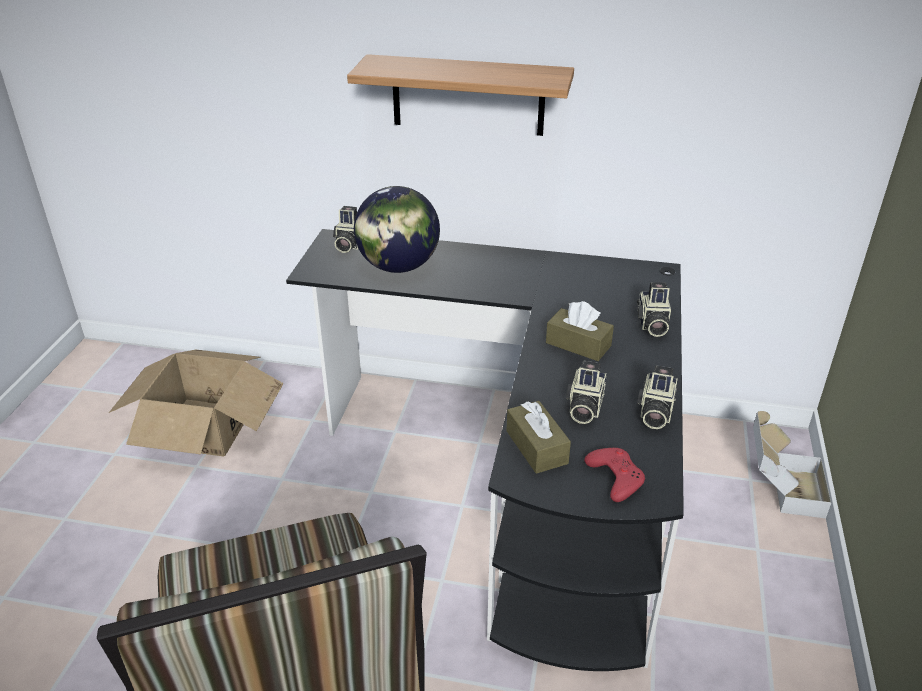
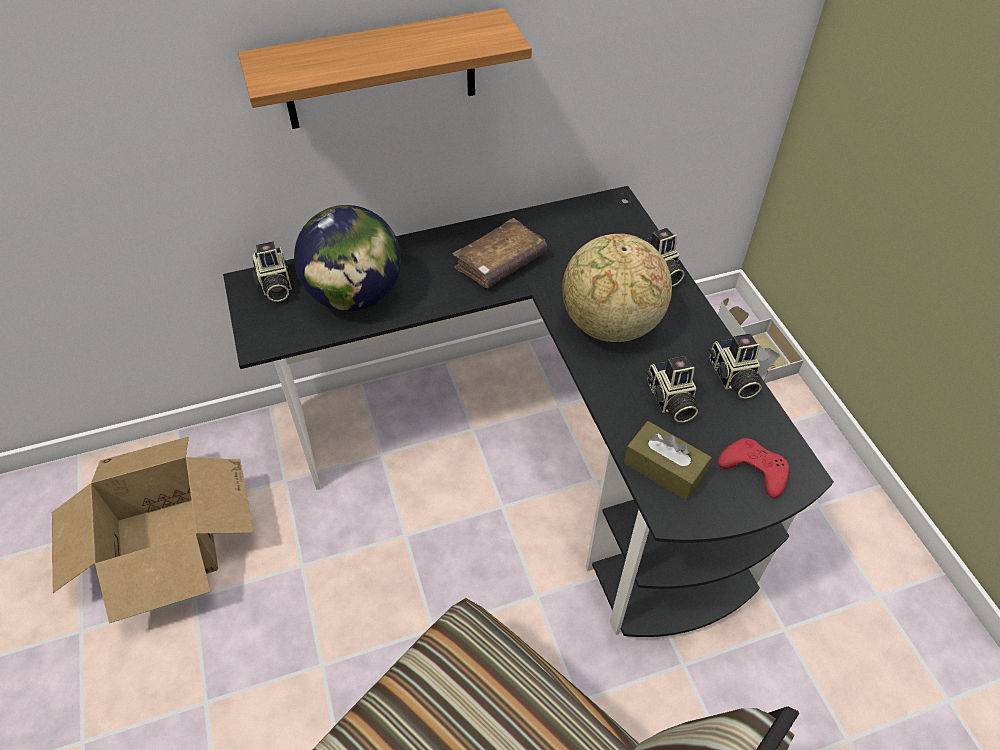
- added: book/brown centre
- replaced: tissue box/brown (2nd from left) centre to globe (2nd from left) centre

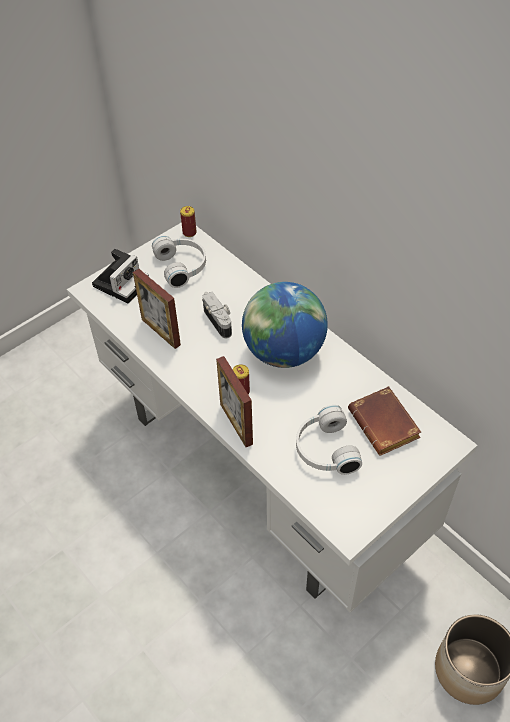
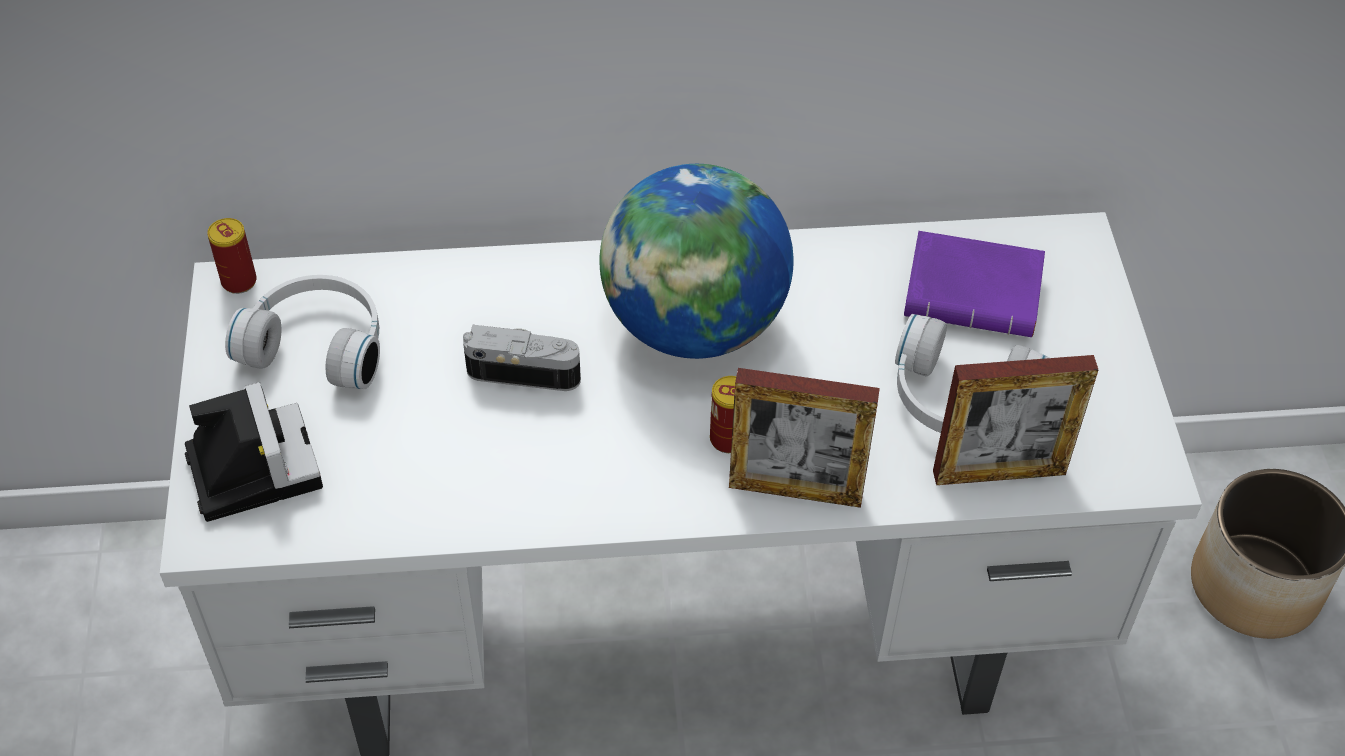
- recoloured: book/brown middle right to book/purple middle right
- moved: picture frame (1st from left in the first image) middle left to picture frame (2nd from left) middle right

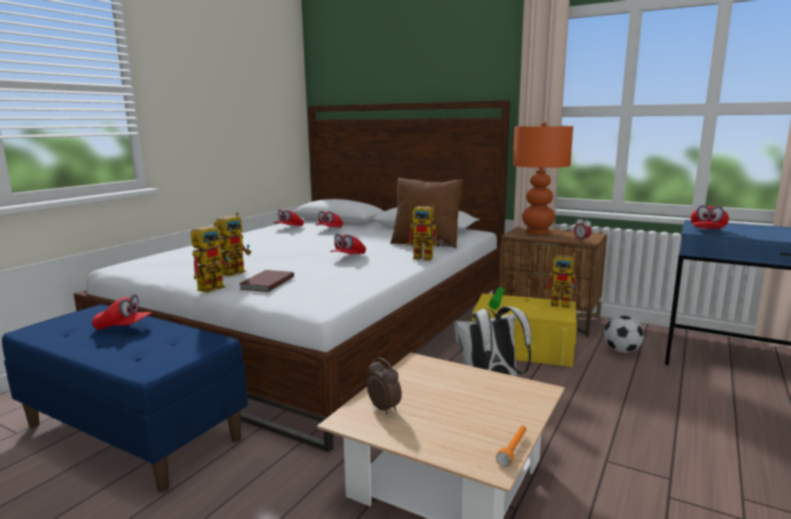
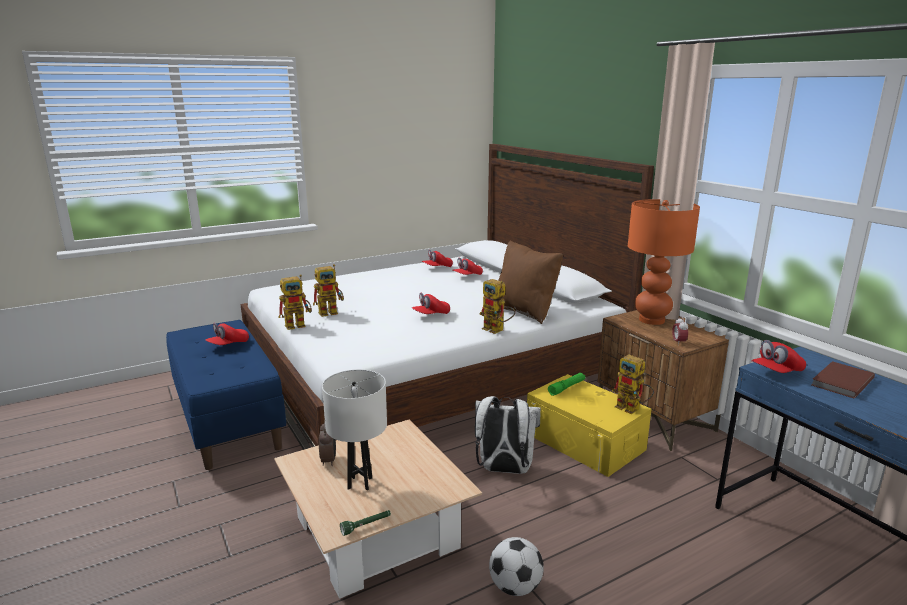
- turned: cap/red (1st from left) middle left = middle left 90 degrees clockwise
- added: table lamp/white bottom centre
- recoloured: flashlight/orange bottom centre to flashlight/green (1st from left) bottom centre
- moved: football middle right to bottom centre
- moved: book/brown centre to middle right

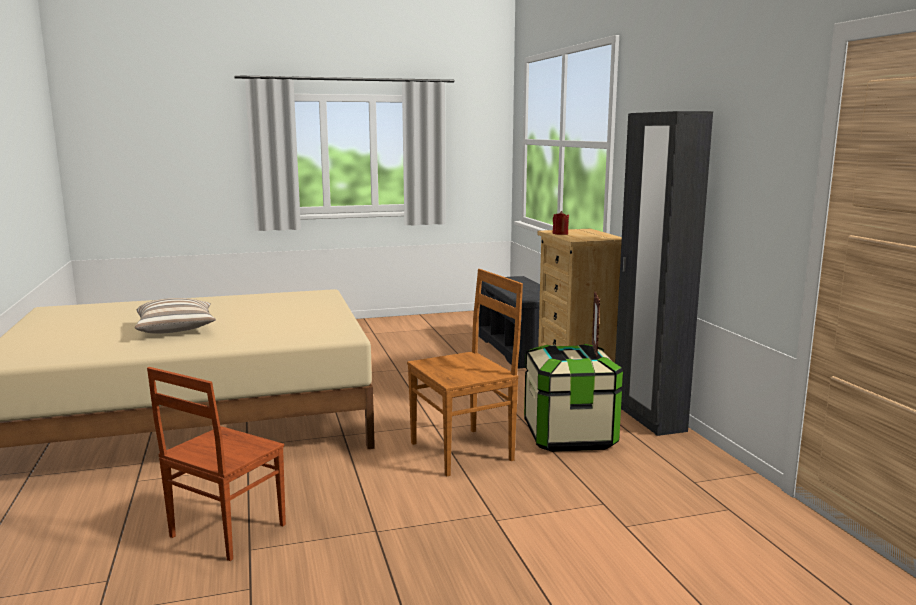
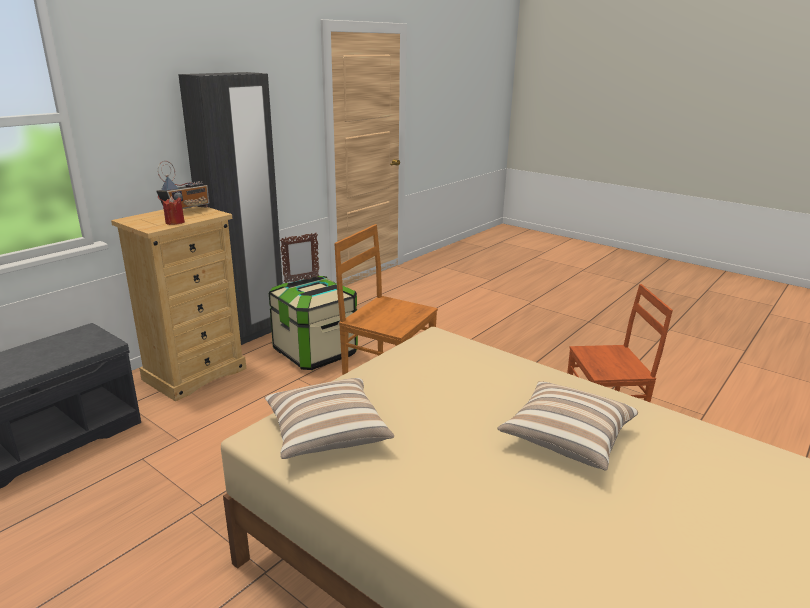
- added: radio top left
- added: pillow (1st from left) bottom centre

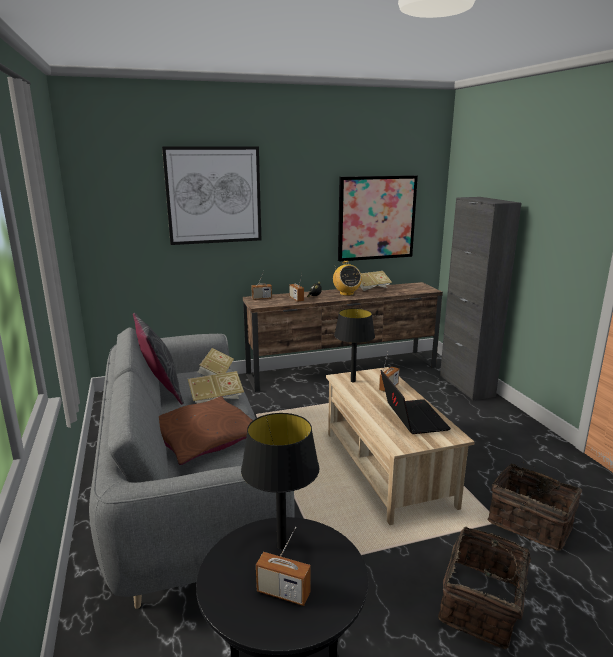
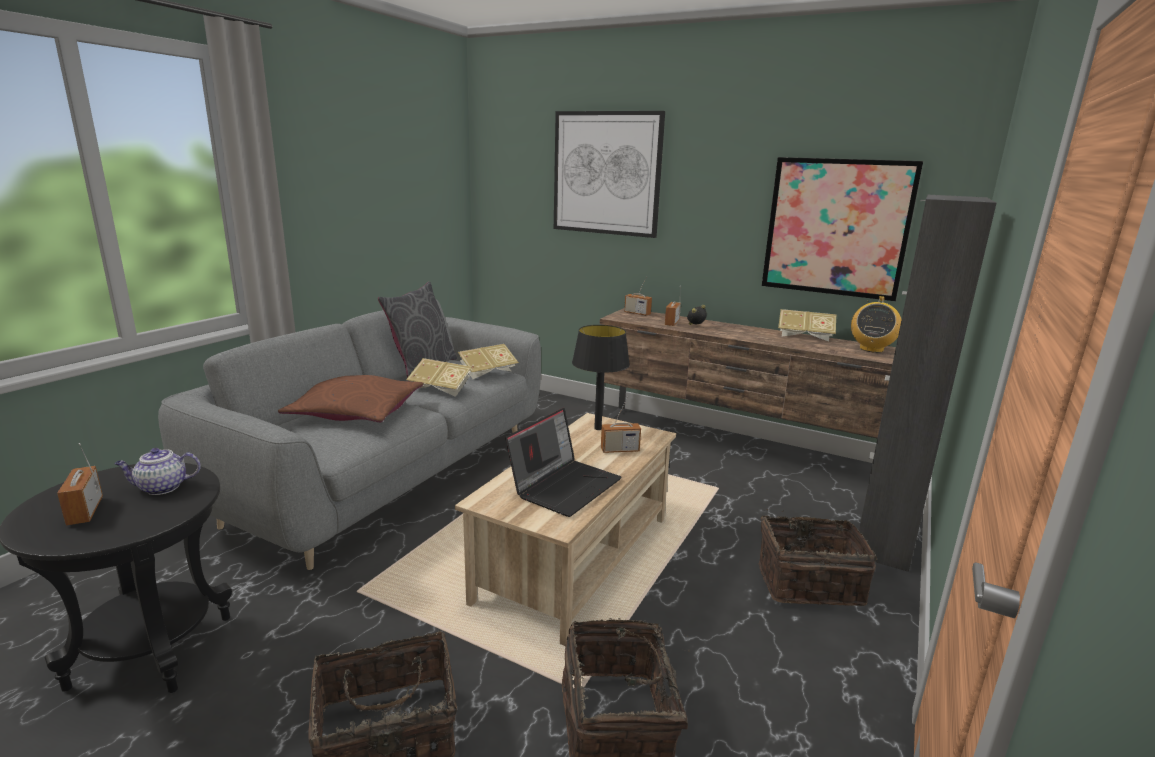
- replaced: table lamp/black (1st from left) bottom centre to teapot middle left
- added: basket (3rd from left) bottom right
- moved: radio (4th from left in the first image) centre to radio (5th from left) middle right

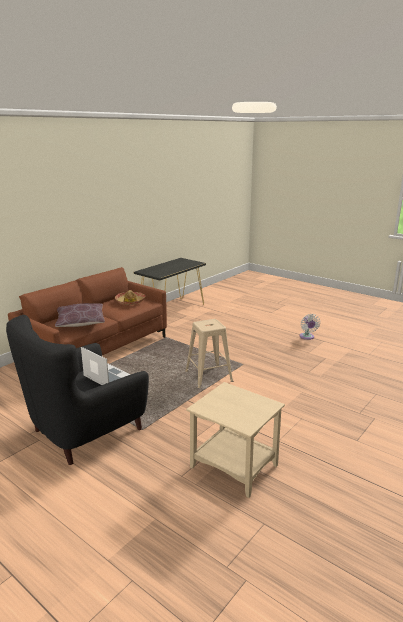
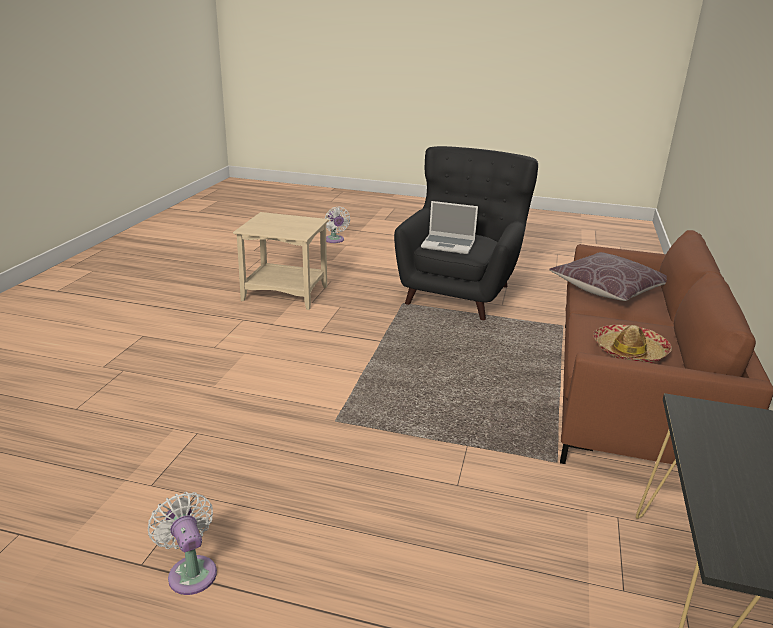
- added: fan/white (2nd from left) centre
- removed: stool/beige centre

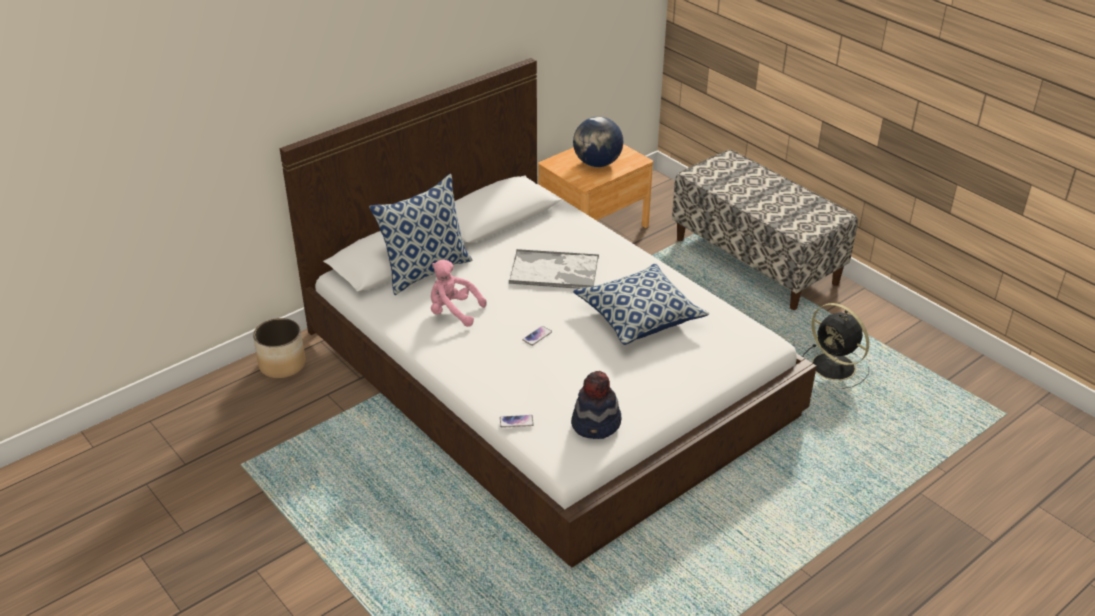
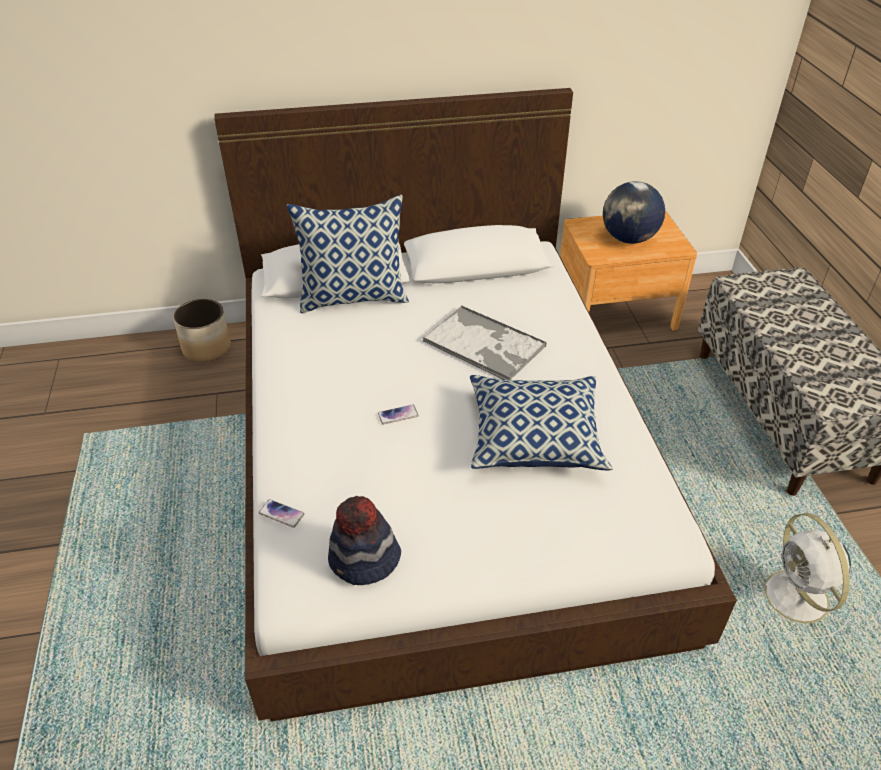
- recoloured: fan/black middle right to fan/white bottom right
- removed: plush toy/pink centre

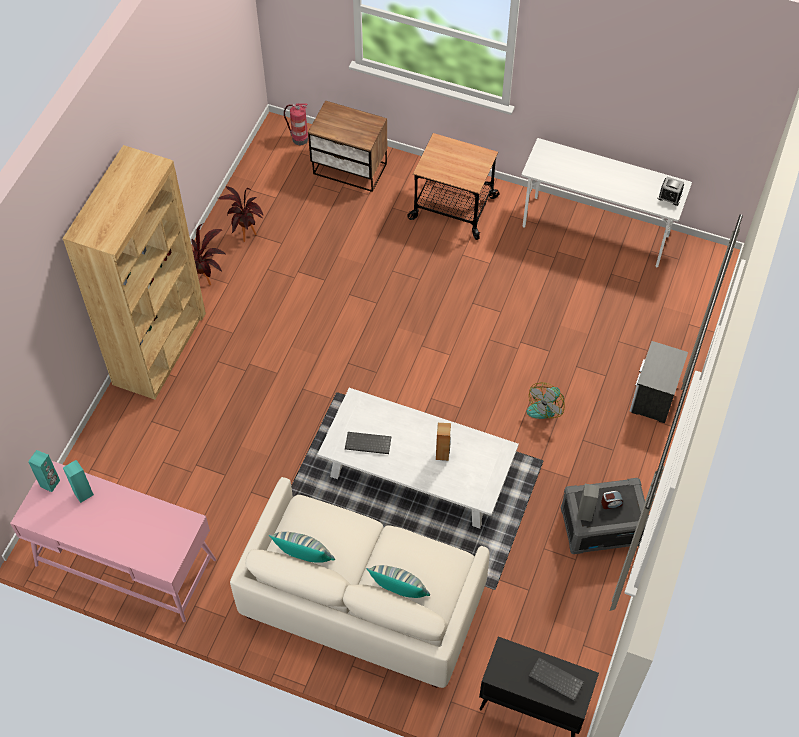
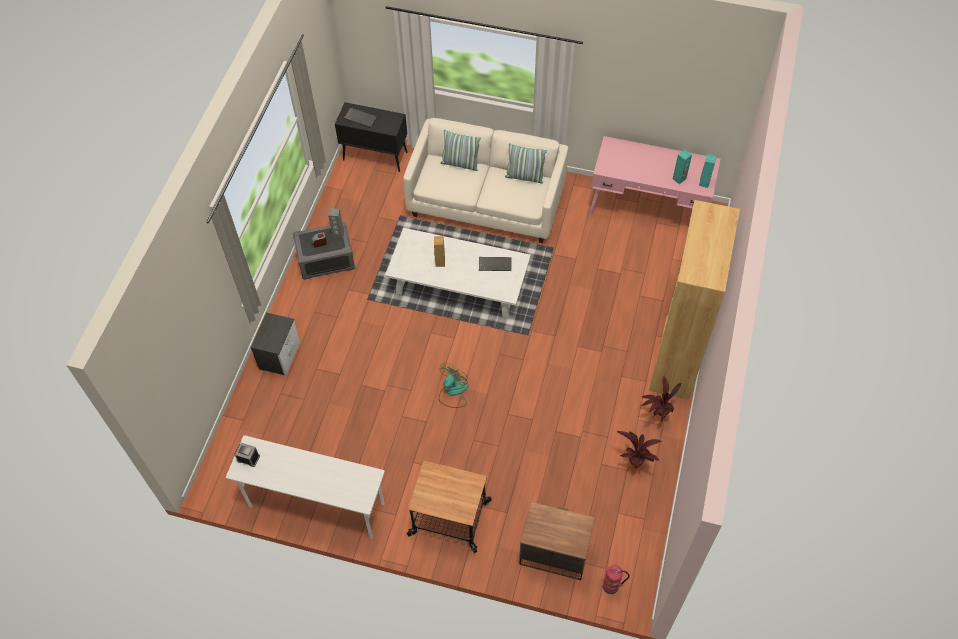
- moved: fan middle right to centre

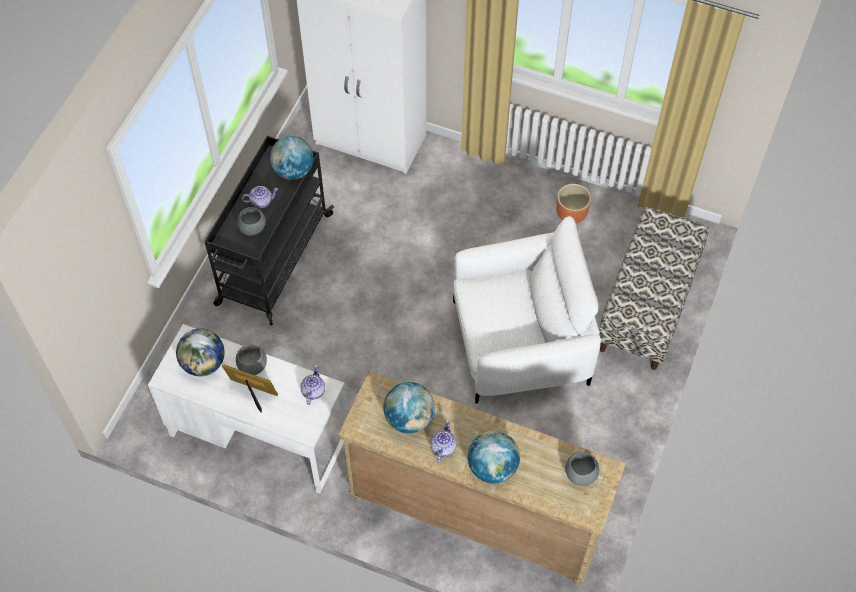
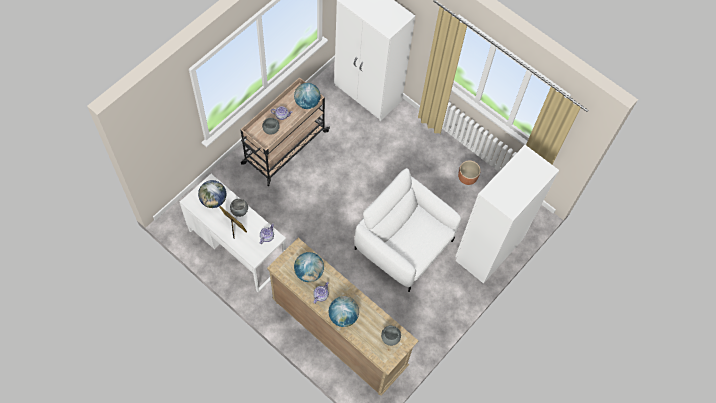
- recoloured: cart/black middle left to cart/beige top centre
- turned: armchair/white centre = centre 150 degrees counterclockwise
- replaced: bench middle right to wardrobe/white (2nd from left) middle right

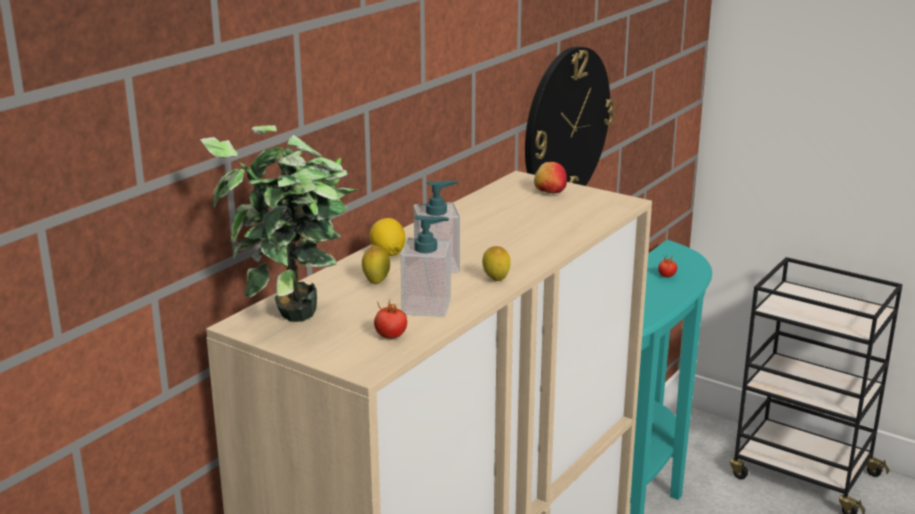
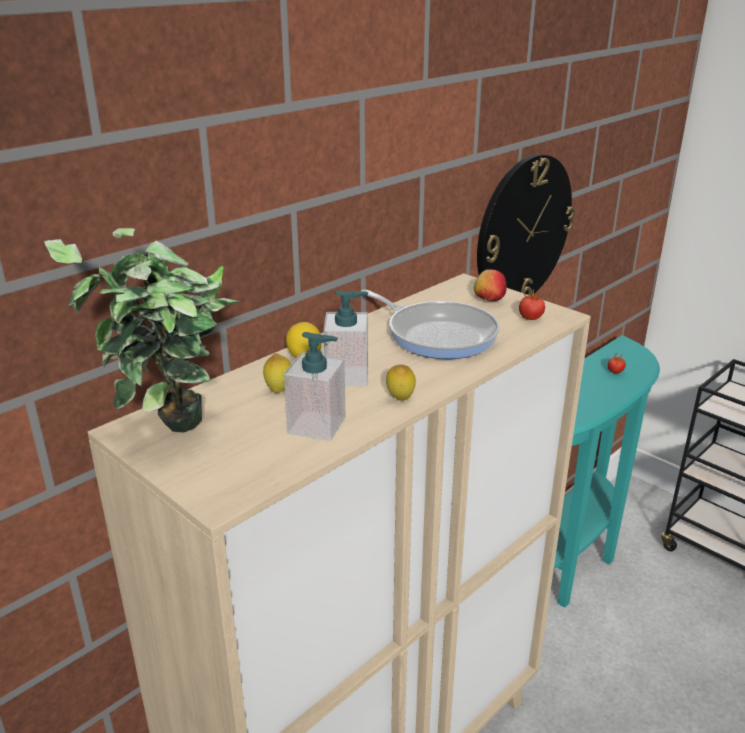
- added: frying pan centre
- moved: tomato (1st from left) centre to middle right

